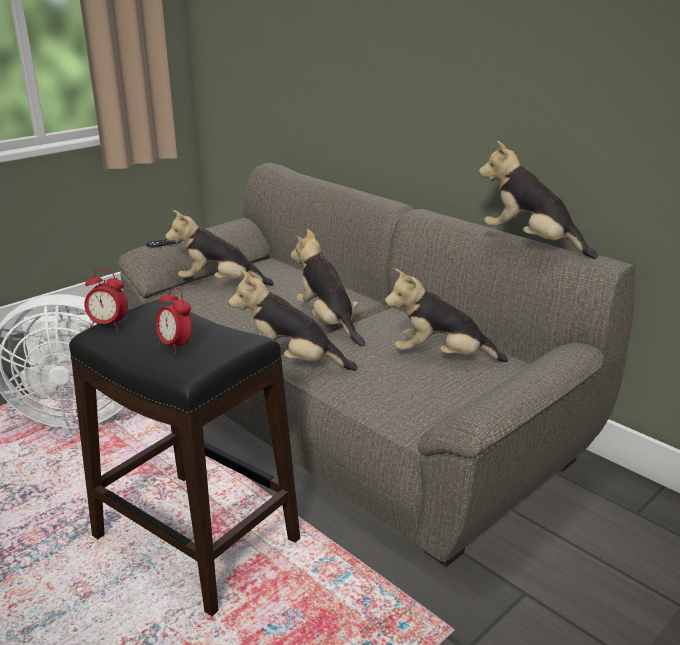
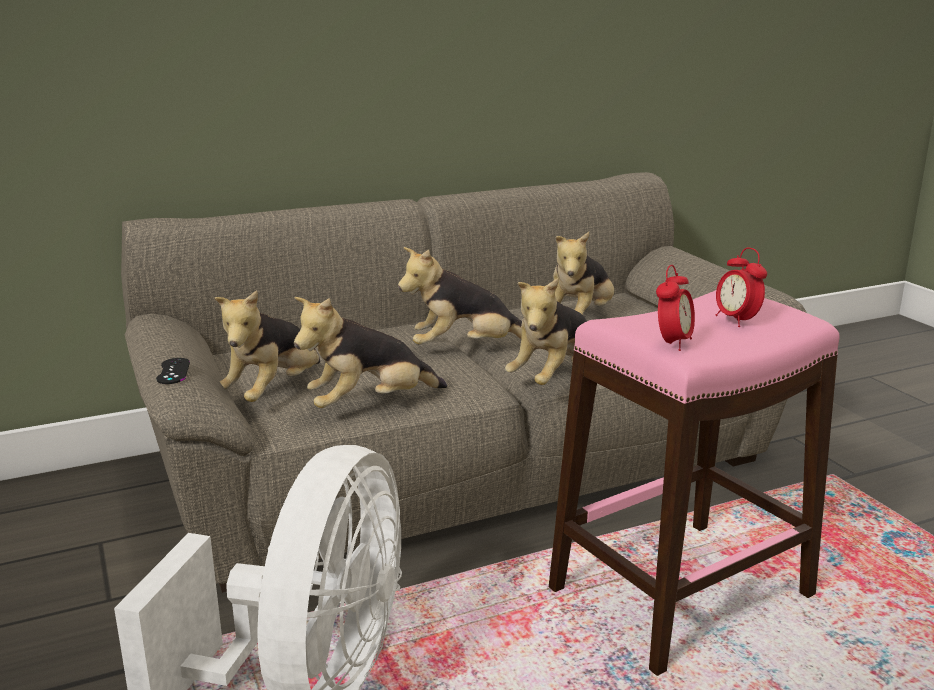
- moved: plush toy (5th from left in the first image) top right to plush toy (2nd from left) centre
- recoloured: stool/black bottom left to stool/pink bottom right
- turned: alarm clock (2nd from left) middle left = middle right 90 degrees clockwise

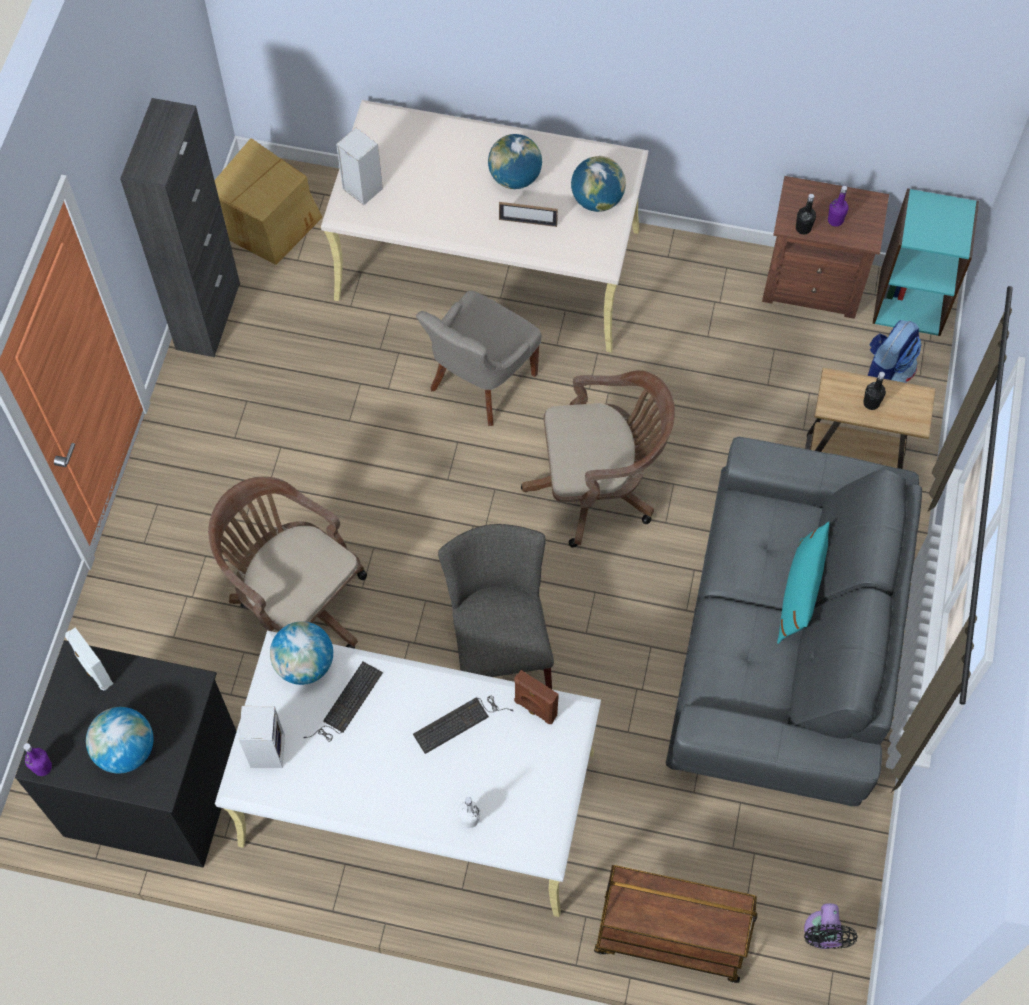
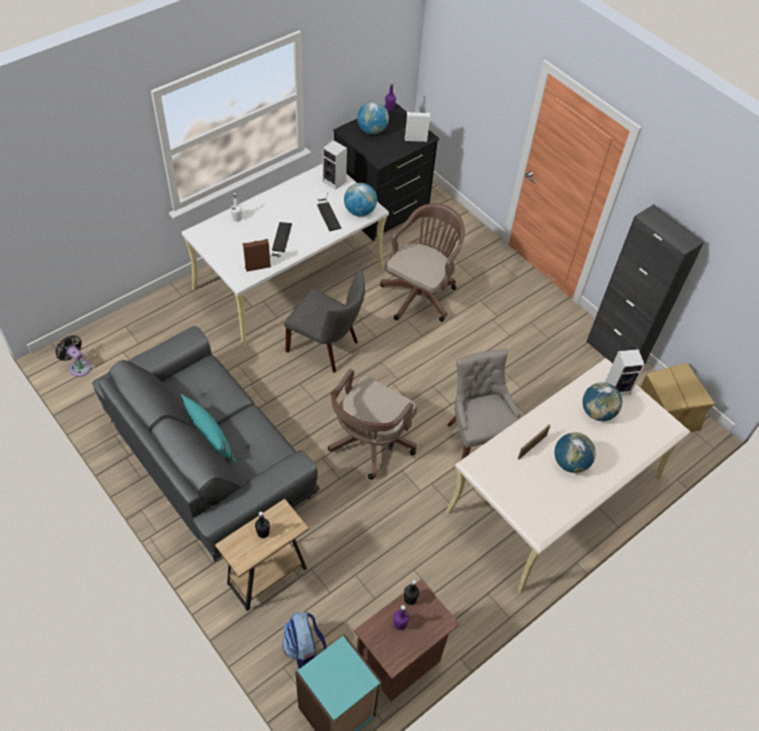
- turned: office chair/brown (1st from left in the first image) middle left = centre 45 degrees counterclockwise
- moved: globe (4th from left) top centre to middle right
- removed: cart/brown bottom centre

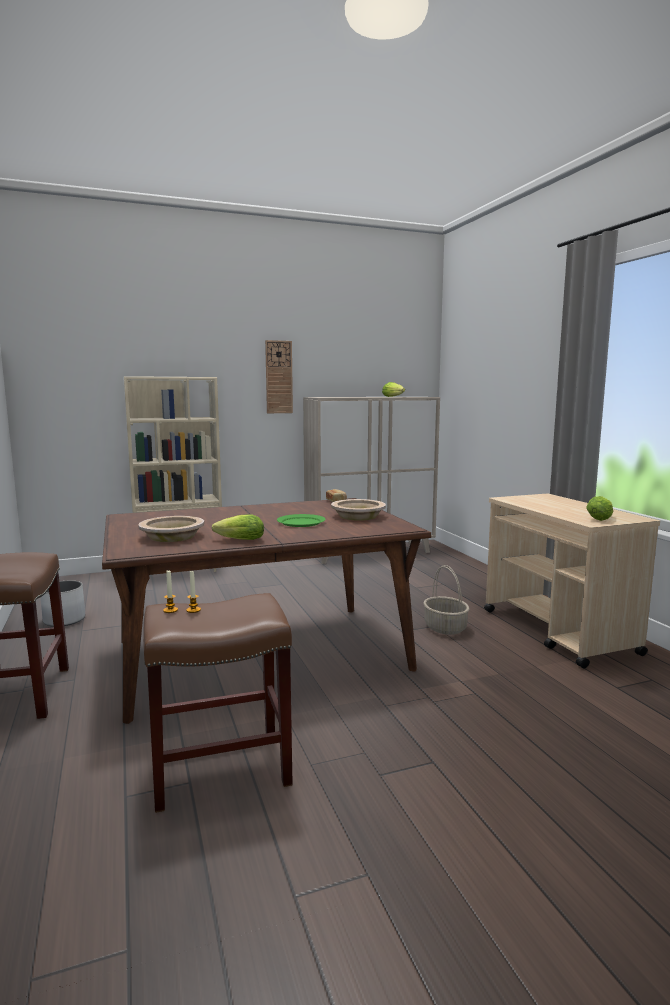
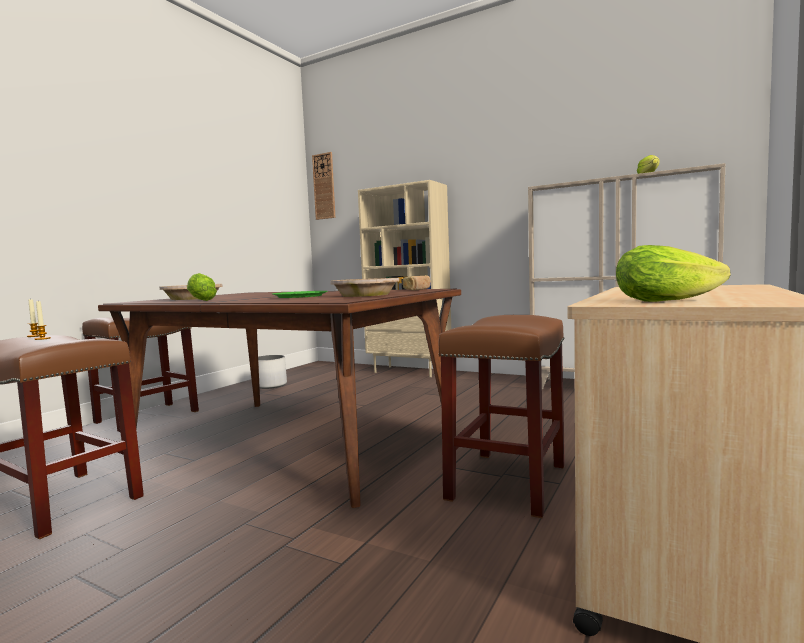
- moved: wall clock centre to top centre
- replaced: basket centre to stool/brown (3rd from left) centre

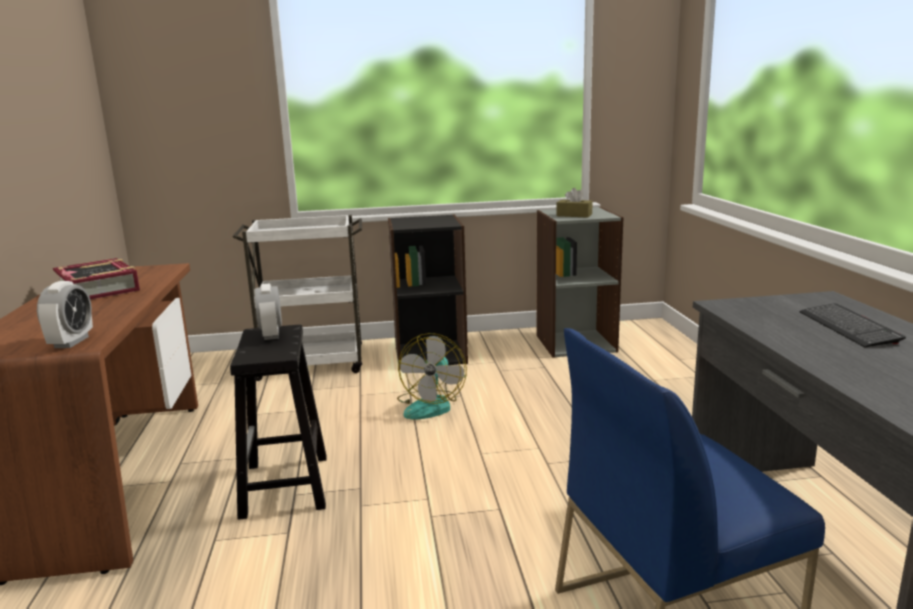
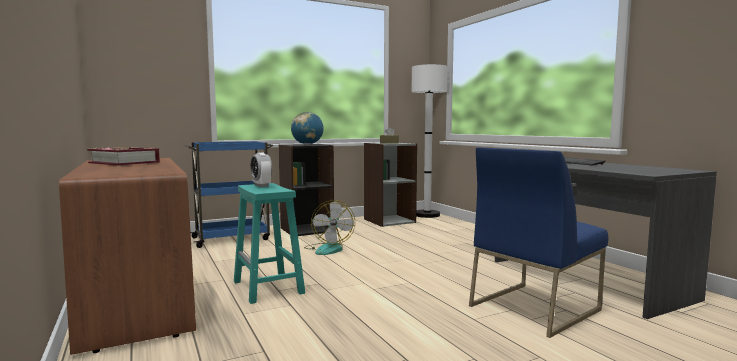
- recoloured: cart/white middle left to cart/blue middle left
- recoloured: stool/black bottom left to stool/turquoise bottom centre
- added: globe centre
- added: floor lamp/white centre
- removed: alarm clock (1st from left) middle left

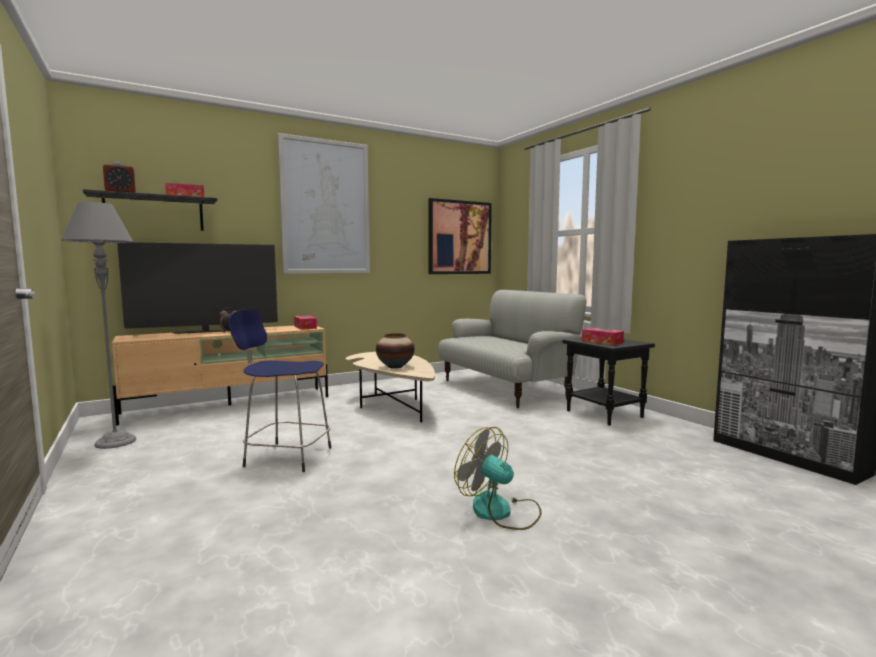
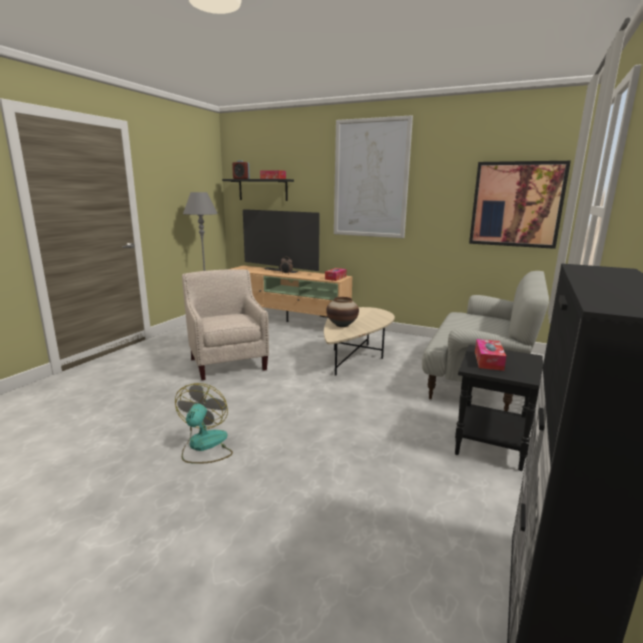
- replaced: stool/blue middle left to armchair/beige centre

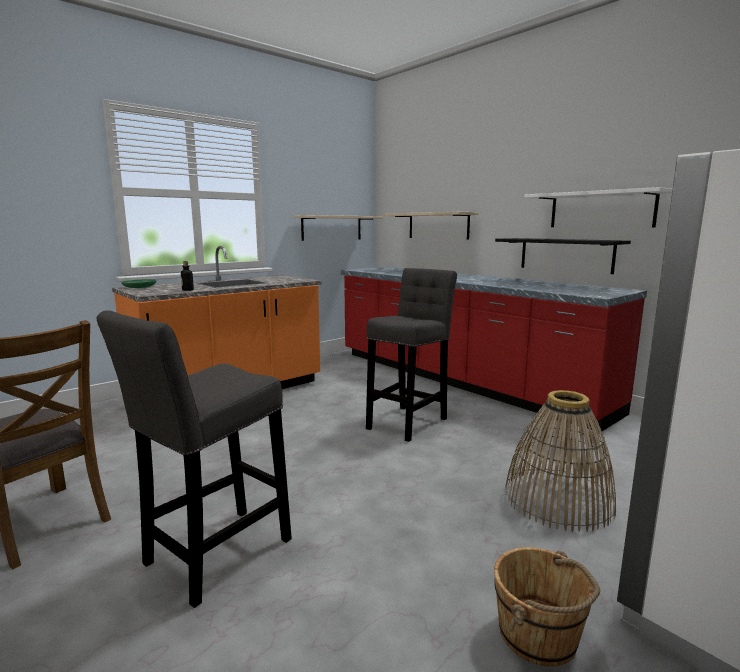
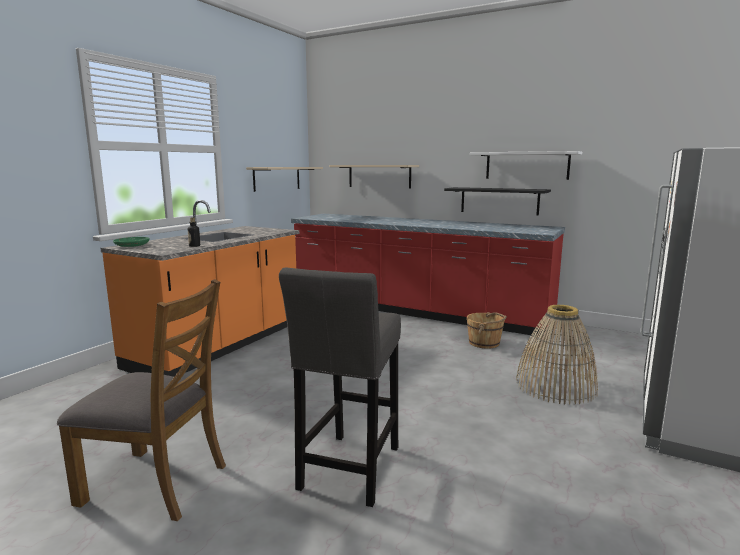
- moved: bucket/brown bottom right to centre
- removed: stool/grey (2nd from left) centre

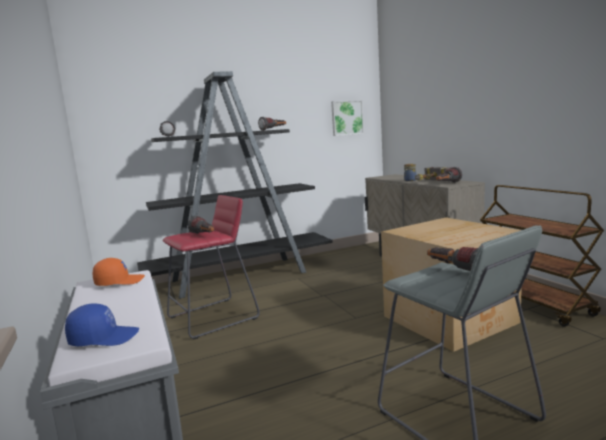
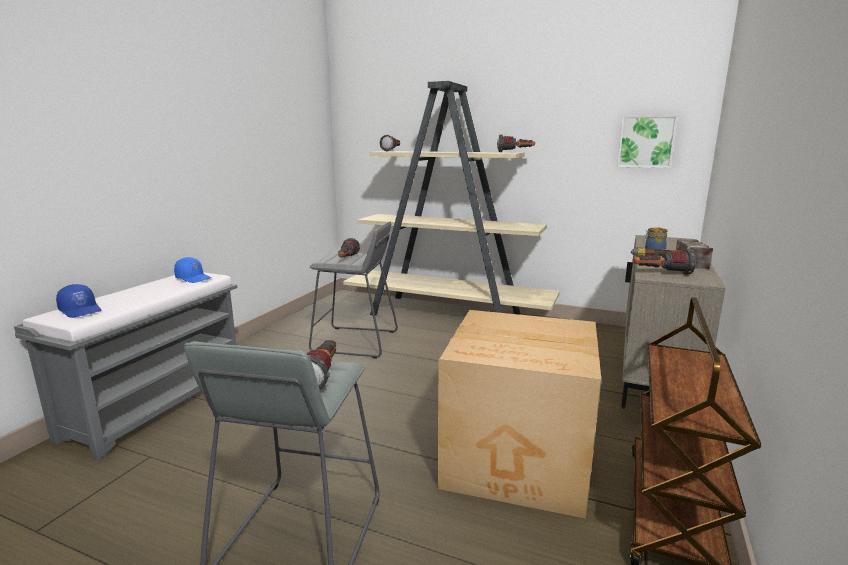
- recoloured: cap/orange middle left to cap/blue (2nd from left) middle left
- recoloured: stool/red centre to stool/grey (2nd from left) centre
- recoloured: bookcase/black centre to bookcase/beige centre

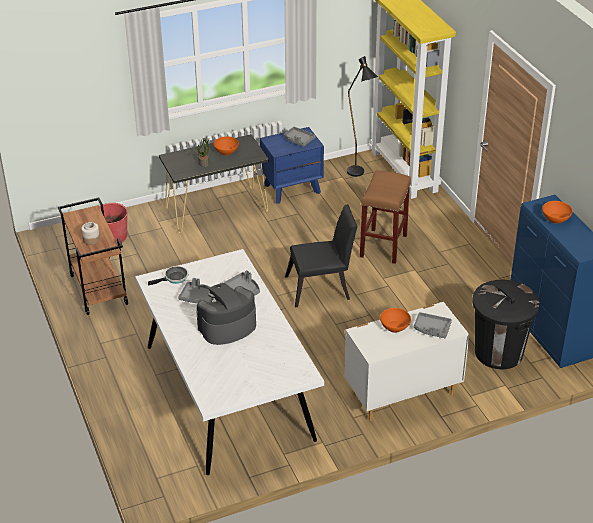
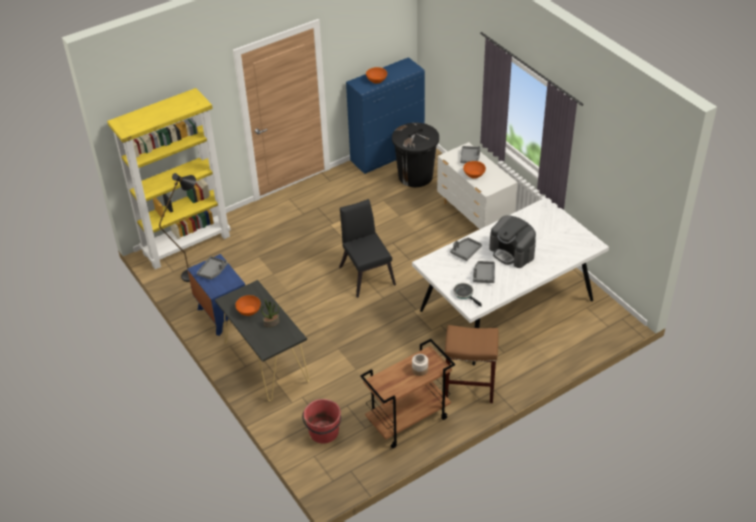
- moved: stool/brown centre to bottom centre

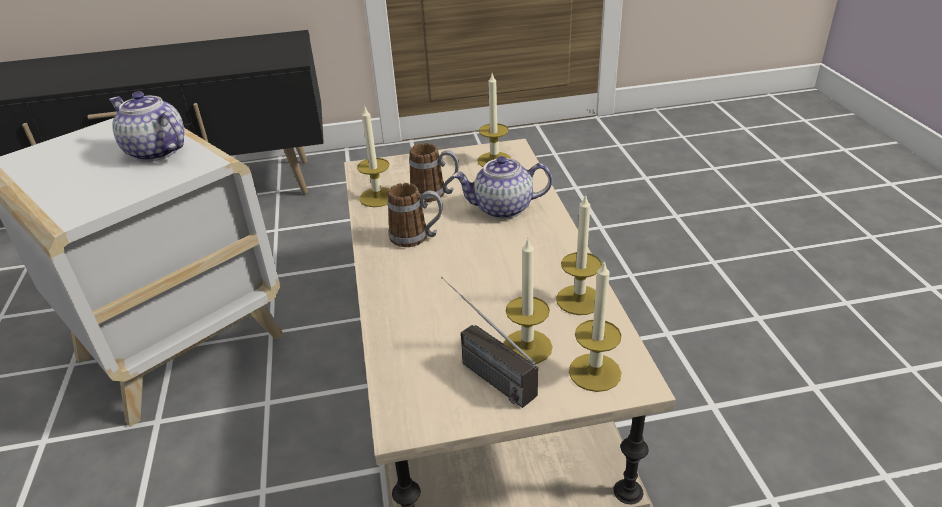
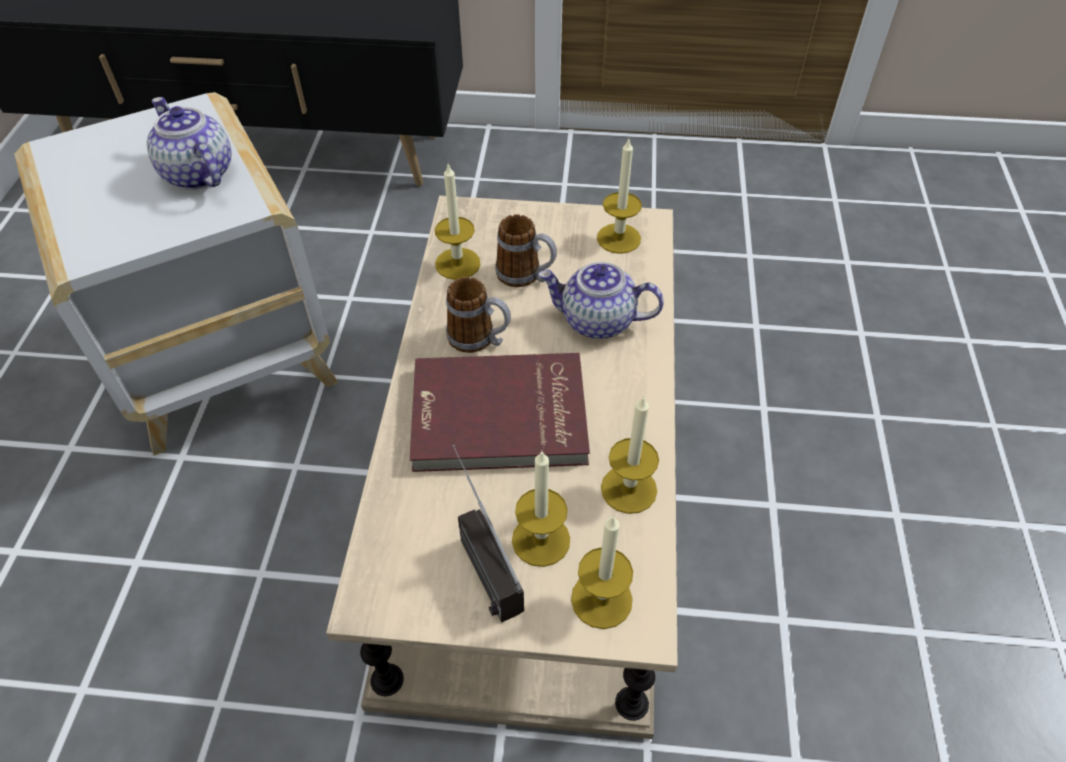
- added: book/red centre

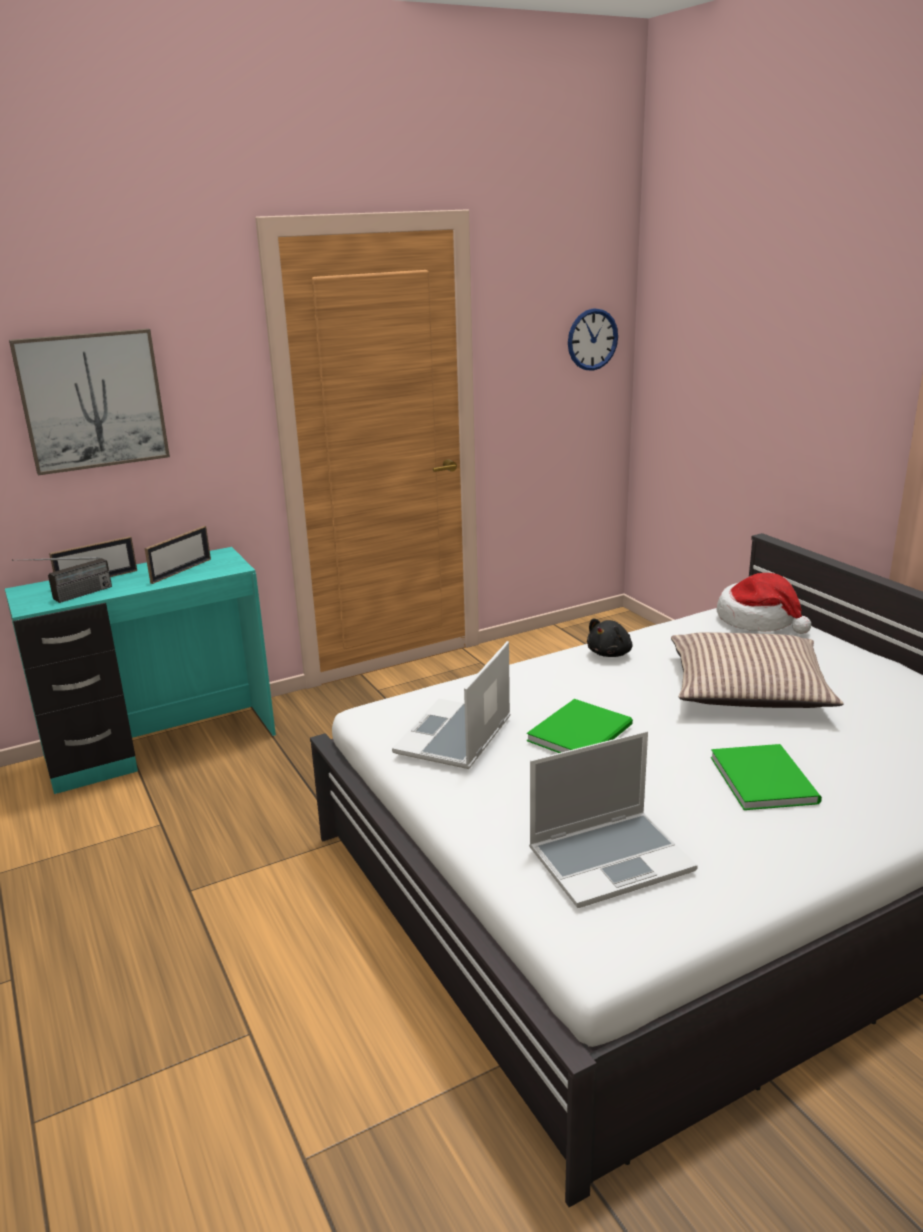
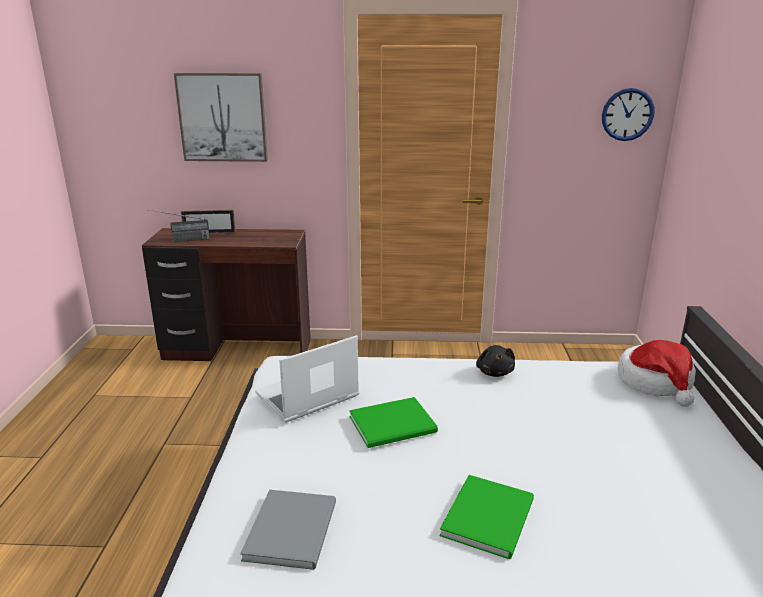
- recoloured: desk/turquoise middle left to desk/brown middle left
- replaced: laptop (2nd from left) centre to book/grey bottom centre
- turned: plush toy/black centre = centre 75 degrees counterclockwise
- removed: picture frame (2nd from left) middle left
- removed: pillow middle right

